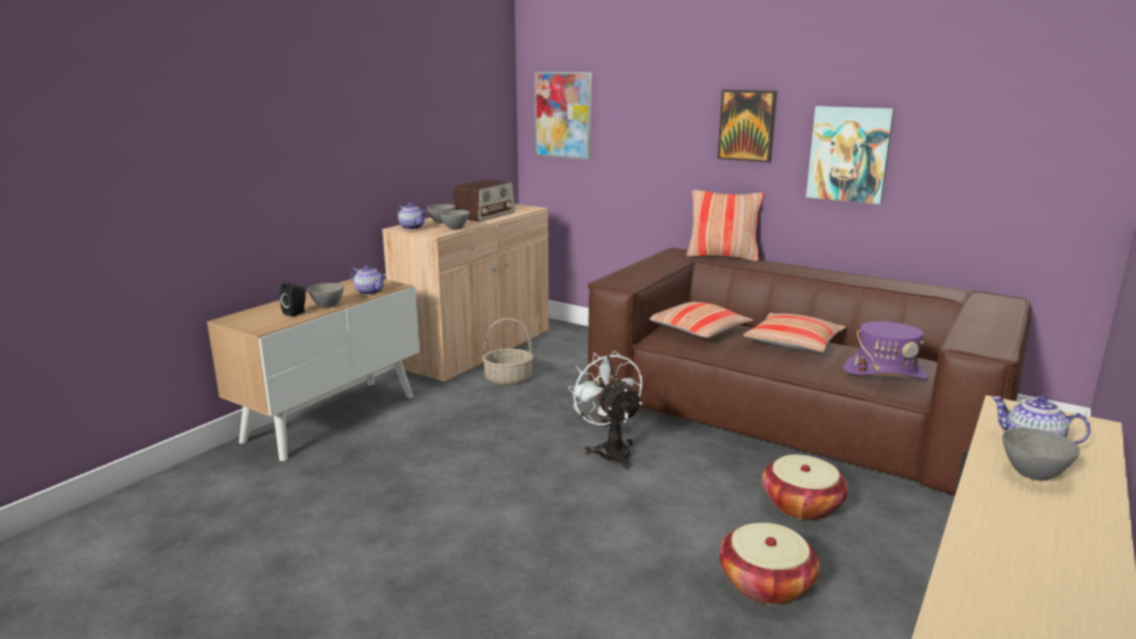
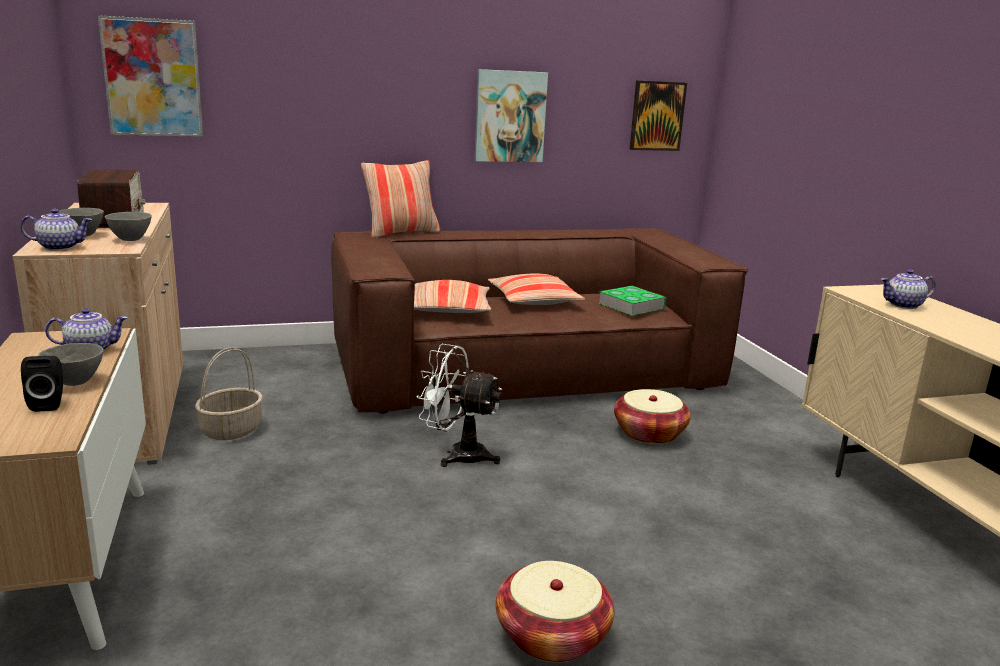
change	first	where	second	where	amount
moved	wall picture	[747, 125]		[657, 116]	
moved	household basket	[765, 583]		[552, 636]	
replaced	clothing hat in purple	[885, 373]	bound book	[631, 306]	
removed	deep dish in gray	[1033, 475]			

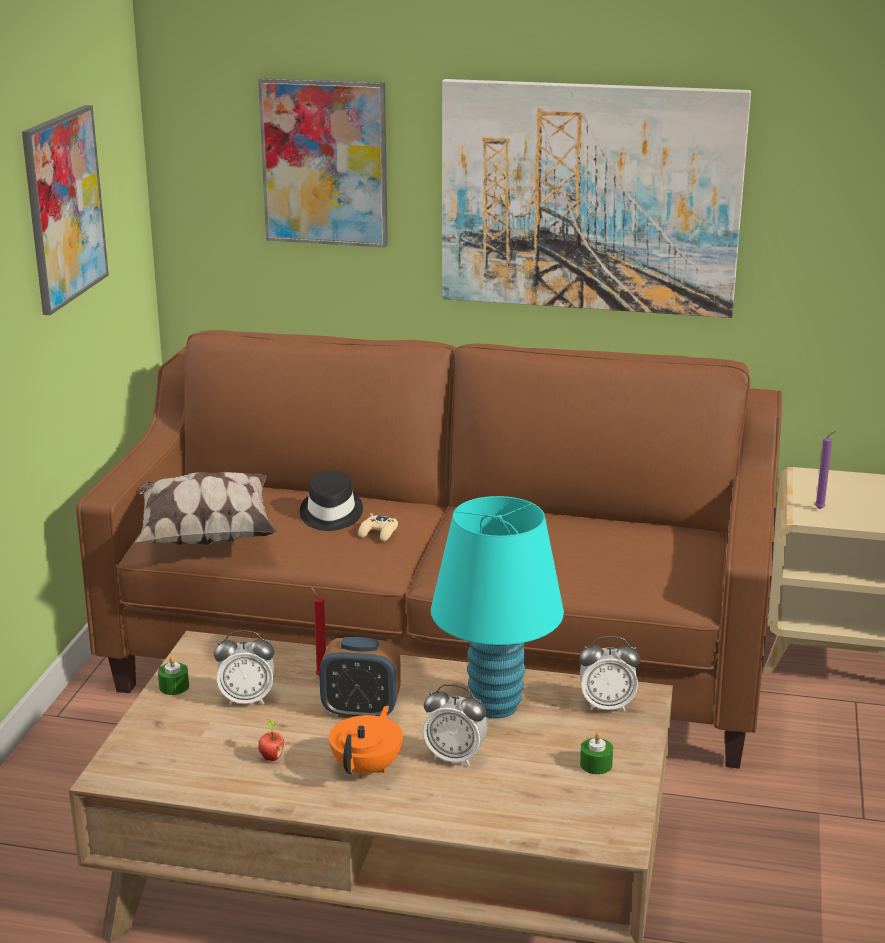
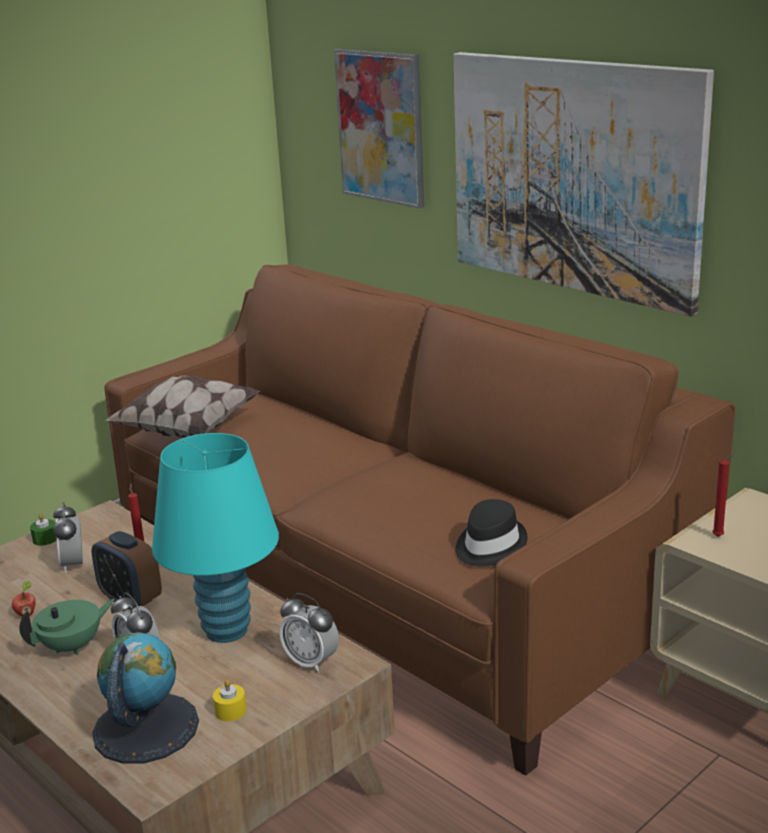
change	first	where	second	where	amount
removed	wall picture	[64, 208]			
turned	bedside clock	[247, 699]		[73, 564]	45 degrees clockwise
moved	clothing hat in blackish	[330, 514]		[489, 546]	
recoloured	pot for tea in orangey	[367, 767]	pot for tea in green-coloured	[73, 646]	
removed	gamepad in beige-coloured	[379, 533]			
recoloured	wax candle in green-coloured	[596, 765]	wax candle in yellow-coloured	[230, 711]	
recoloured	wax candle in purple	[821, 509]	wax candle in red-coloured	[719, 537]	
added			globe	[145, 727]	

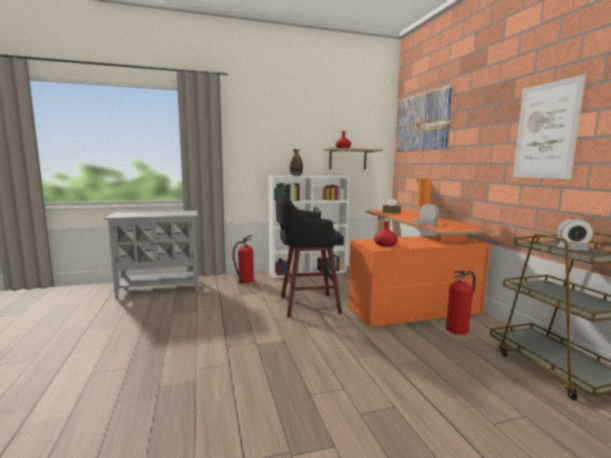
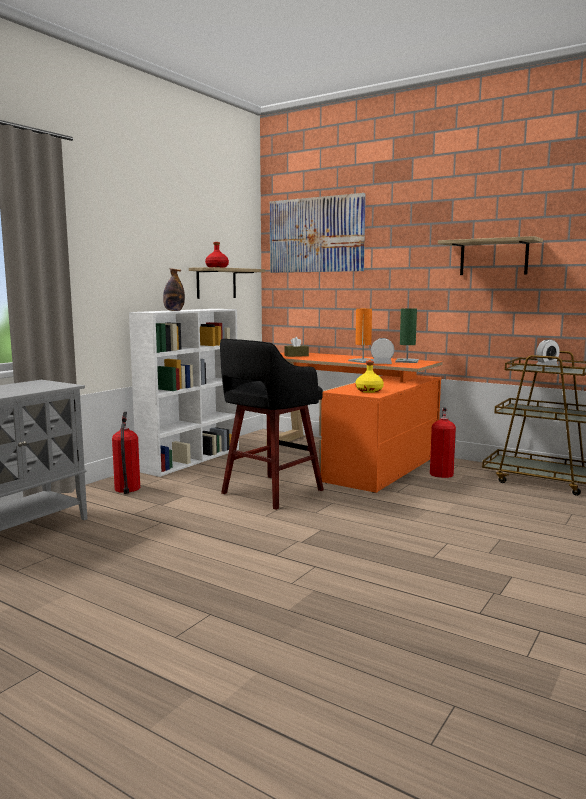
change	first	where	second	where	amount
recoloured	bottle in red-coloured	[385, 244]	bottle in yellow-coloured	[369, 391]	
replaced	wall picture	[546, 131]	bracket shelf	[493, 257]	
added			tabletop lamp in green-coloured	[407, 361]	

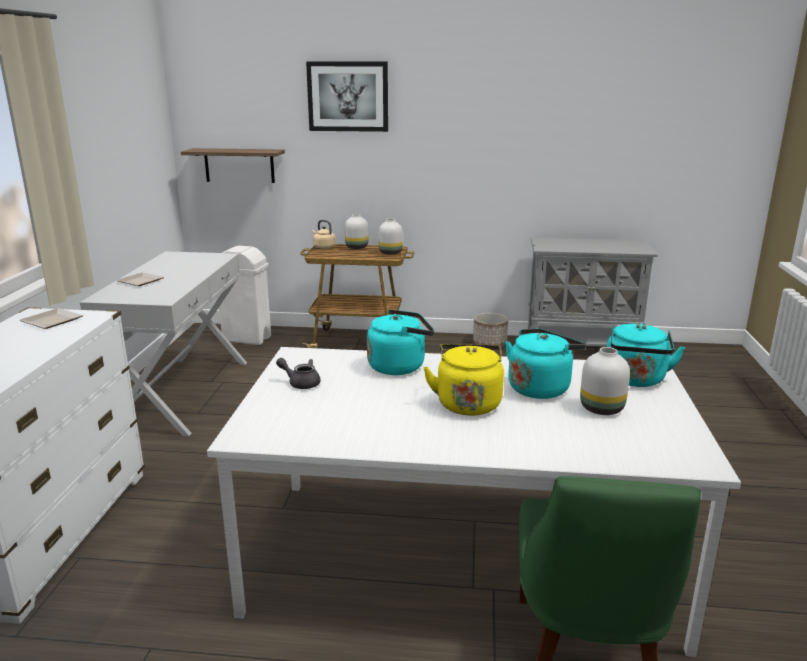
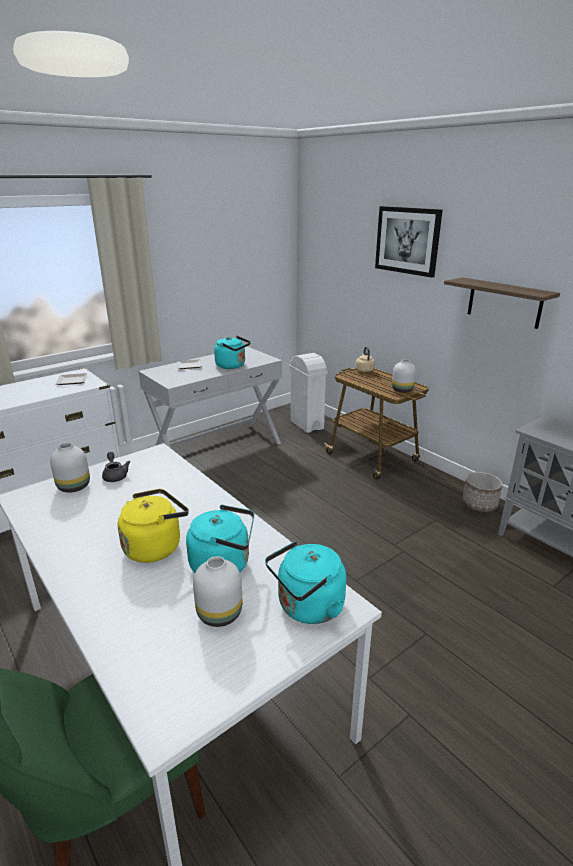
change	first	where	second	where	amount
moved	bracket shelf	[239, 165]		[504, 302]	
moved	flower vase in white-coloured	[356, 247]		[74, 486]	
moved	tea kettle in turquoise-coloured	[400, 366]		[232, 366]	

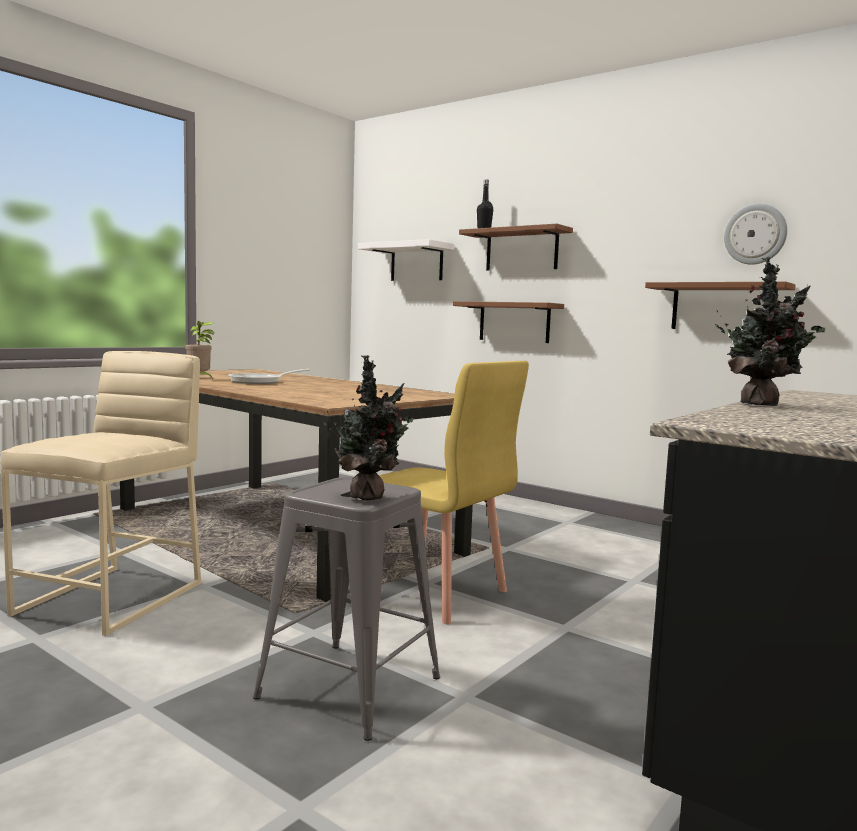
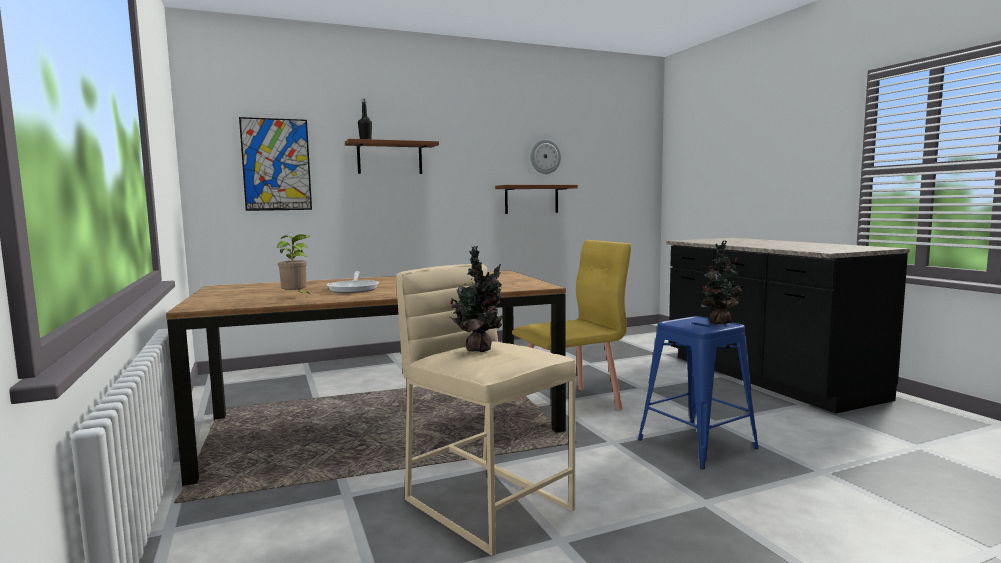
change	first	where	second	where	amount
recoloured	stool seat in gray	[349, 687]	stool seat in bluish	[696, 444]	
replaced	bracket shelf in white-coloured	[416, 263]	wall picture	[276, 164]	
removed	bracket shelf in brown-coloured	[514, 322]			
moved	houseplant	[761, 405]		[479, 349]	

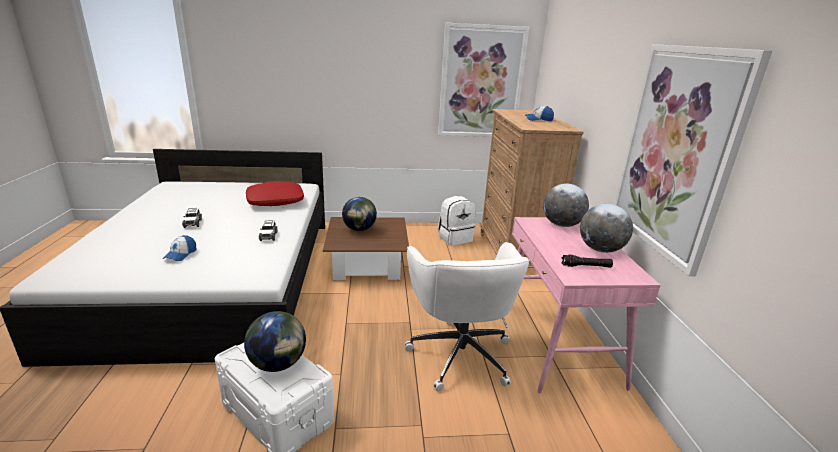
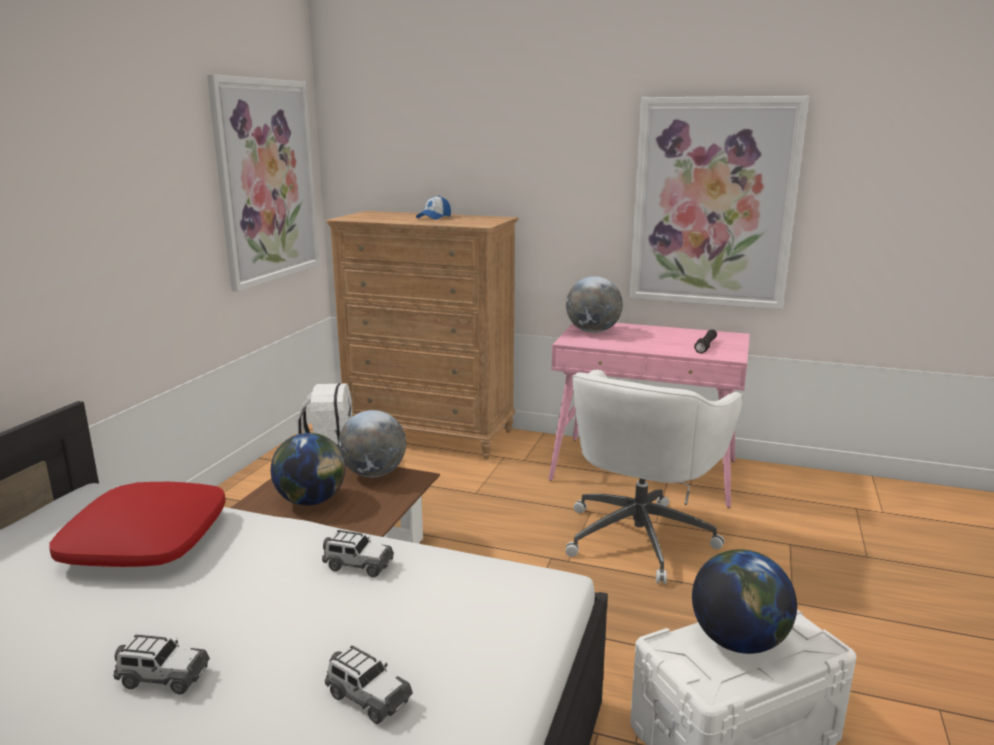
change	first	where	second	where	amount
replaced	baseball cap	[180, 254]	toy car	[367, 697]	
turned	desk chair in white-coloured	[460, 352]		[640, 535]	105 degrees clockwise
moved	globe	[600, 249]		[374, 474]	

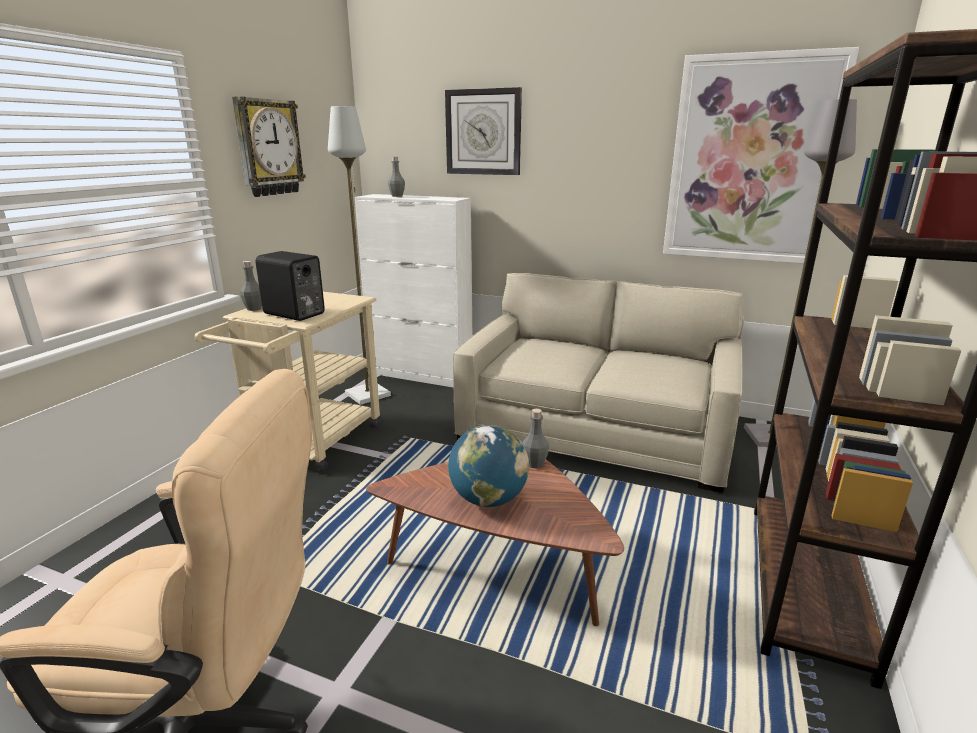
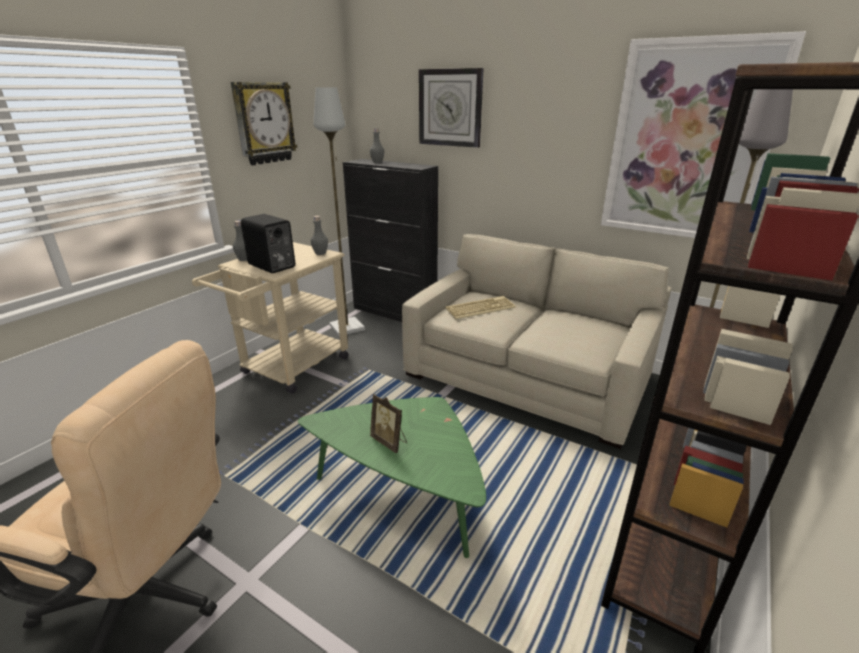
change	first	where	second	where	amount
recoloured	storage cabinet in white-coloured	[421, 375]	storage cabinet in blackish	[395, 313]	
recoloured	low table in brown-coloured	[499, 567]	low table in green-coloured	[403, 494]	
replaced	globe	[488, 499]	photo frame	[389, 441]	
moved	bottle in gray	[534, 464]		[320, 253]	
added			computer keyboard	[480, 308]	

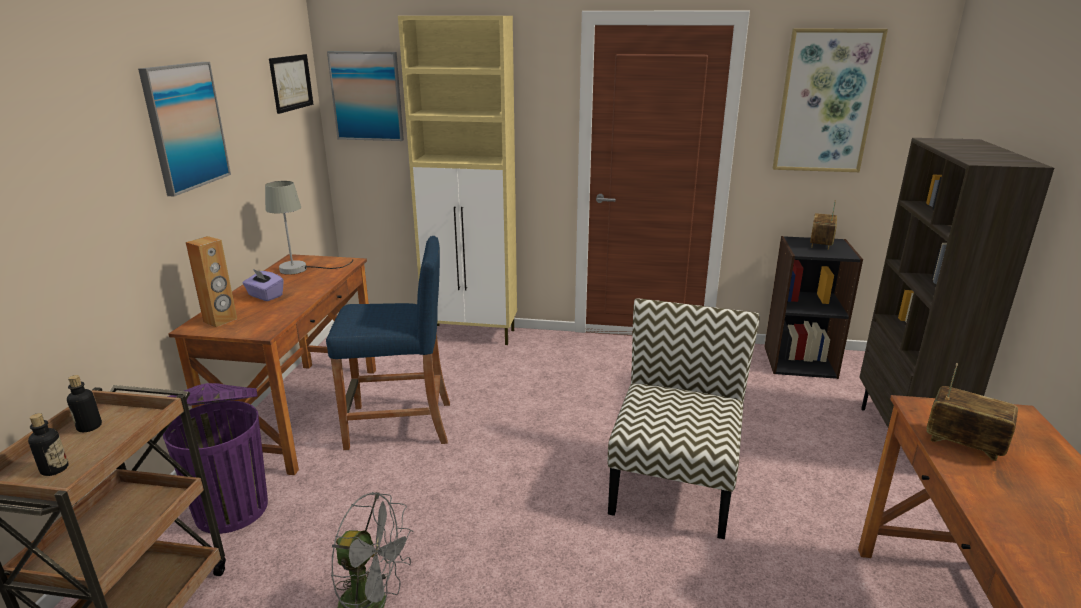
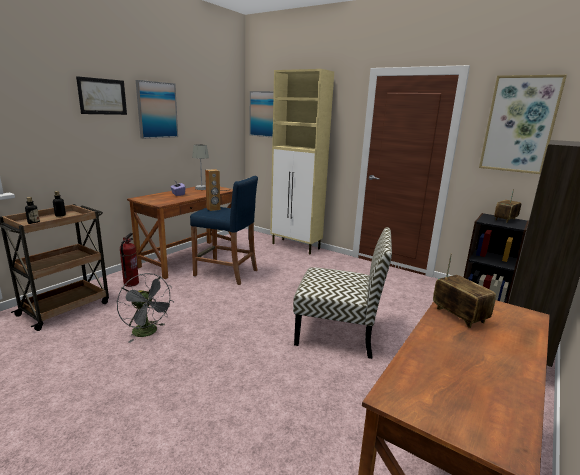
change	first	where	second	where	amount
replaced	trash can in purple	[232, 508]	extinguisher	[131, 283]	
moved	audio speaker in brown-coloured	[220, 320]		[213, 209]	
moved	wall picture	[291, 83]		[102, 96]	
turned	chair	[673, 484]		[338, 333]	60 degrees clockwise

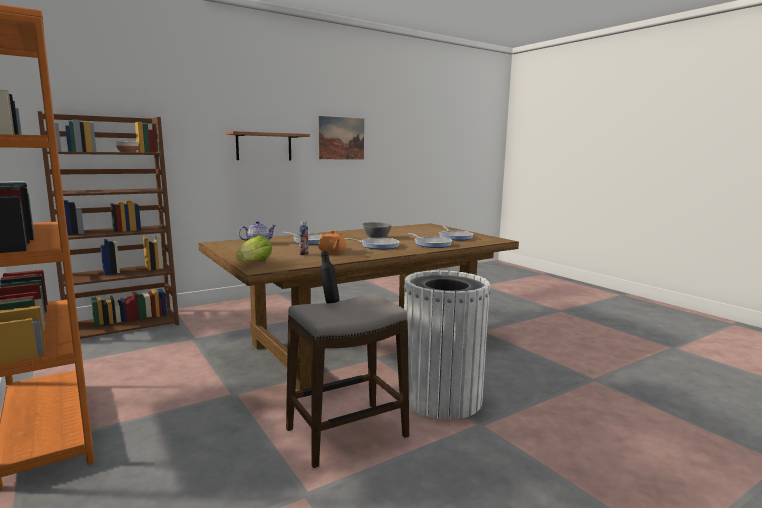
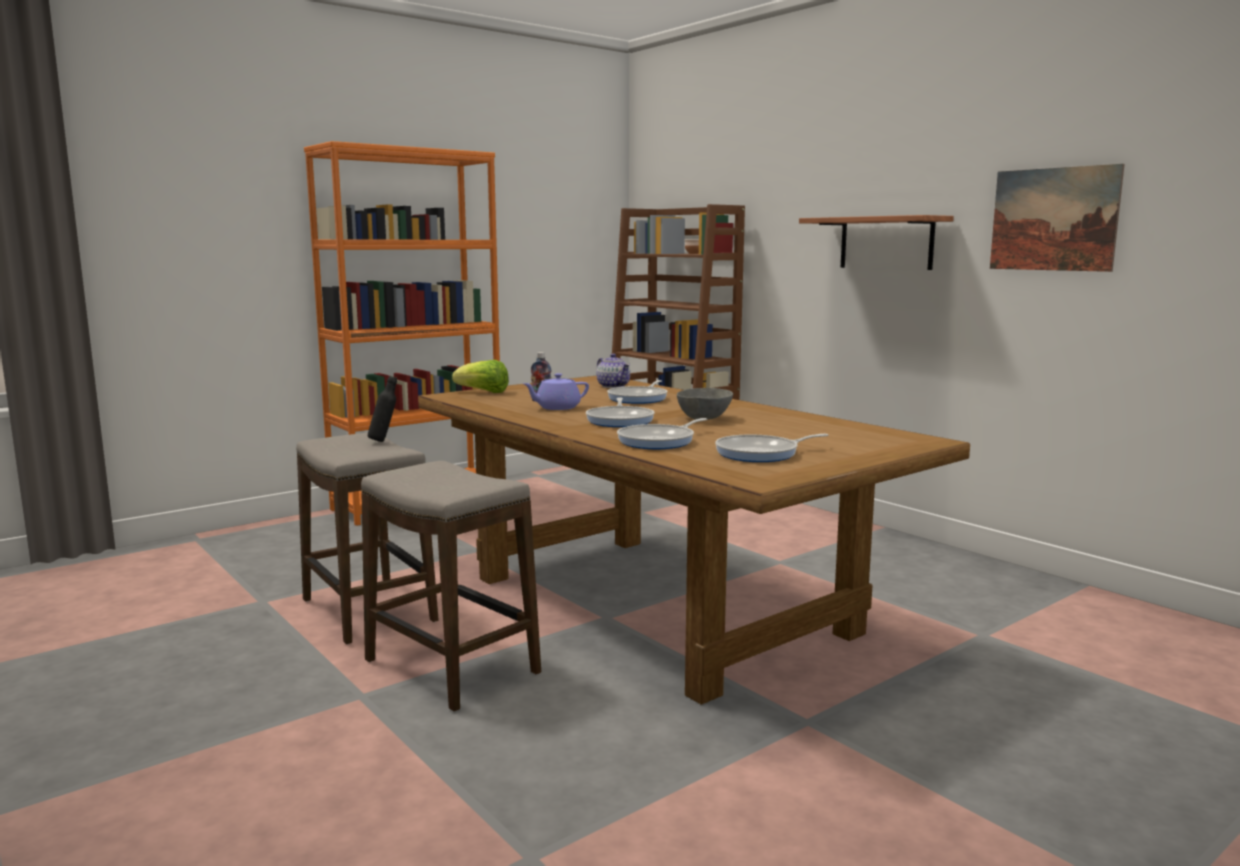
change	first	where	second	where	amount
recoloured	pot for tea in orangey	[332, 252]	pot for tea in purple	[557, 408]	
replaced	trash can in white-coloured	[441, 398]	stool seat	[451, 667]	

